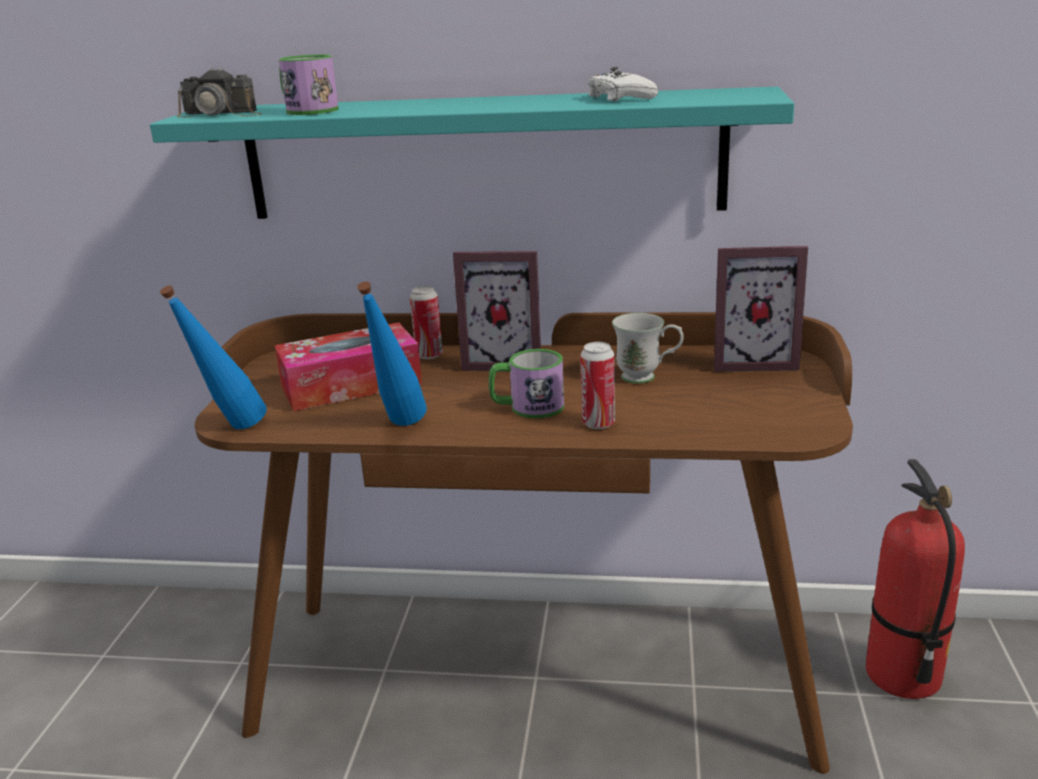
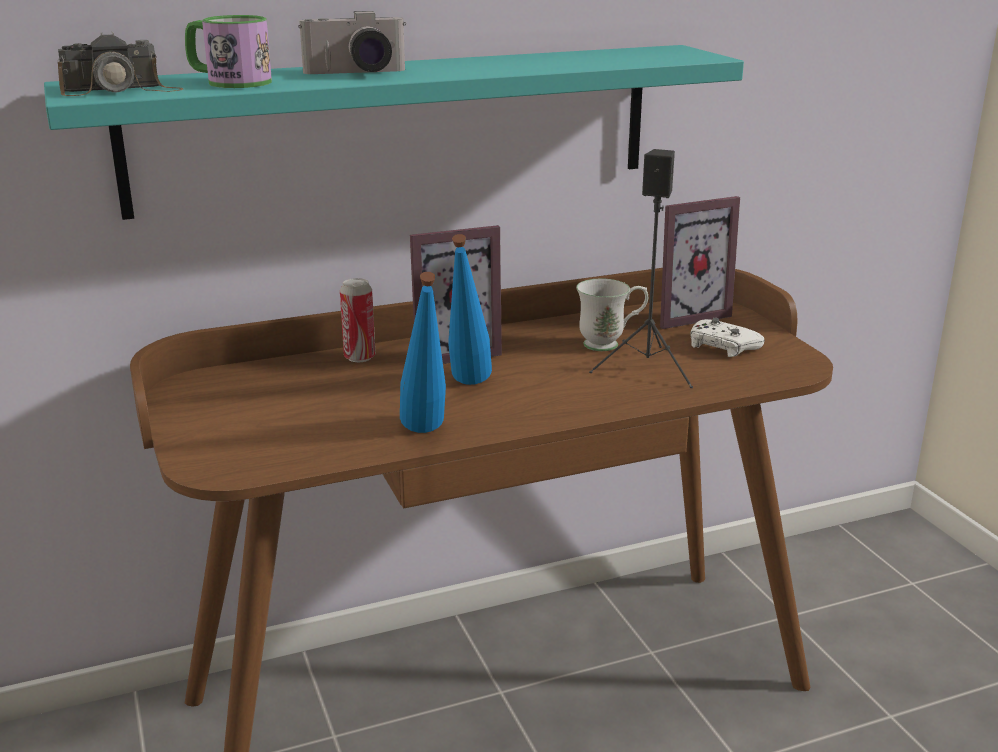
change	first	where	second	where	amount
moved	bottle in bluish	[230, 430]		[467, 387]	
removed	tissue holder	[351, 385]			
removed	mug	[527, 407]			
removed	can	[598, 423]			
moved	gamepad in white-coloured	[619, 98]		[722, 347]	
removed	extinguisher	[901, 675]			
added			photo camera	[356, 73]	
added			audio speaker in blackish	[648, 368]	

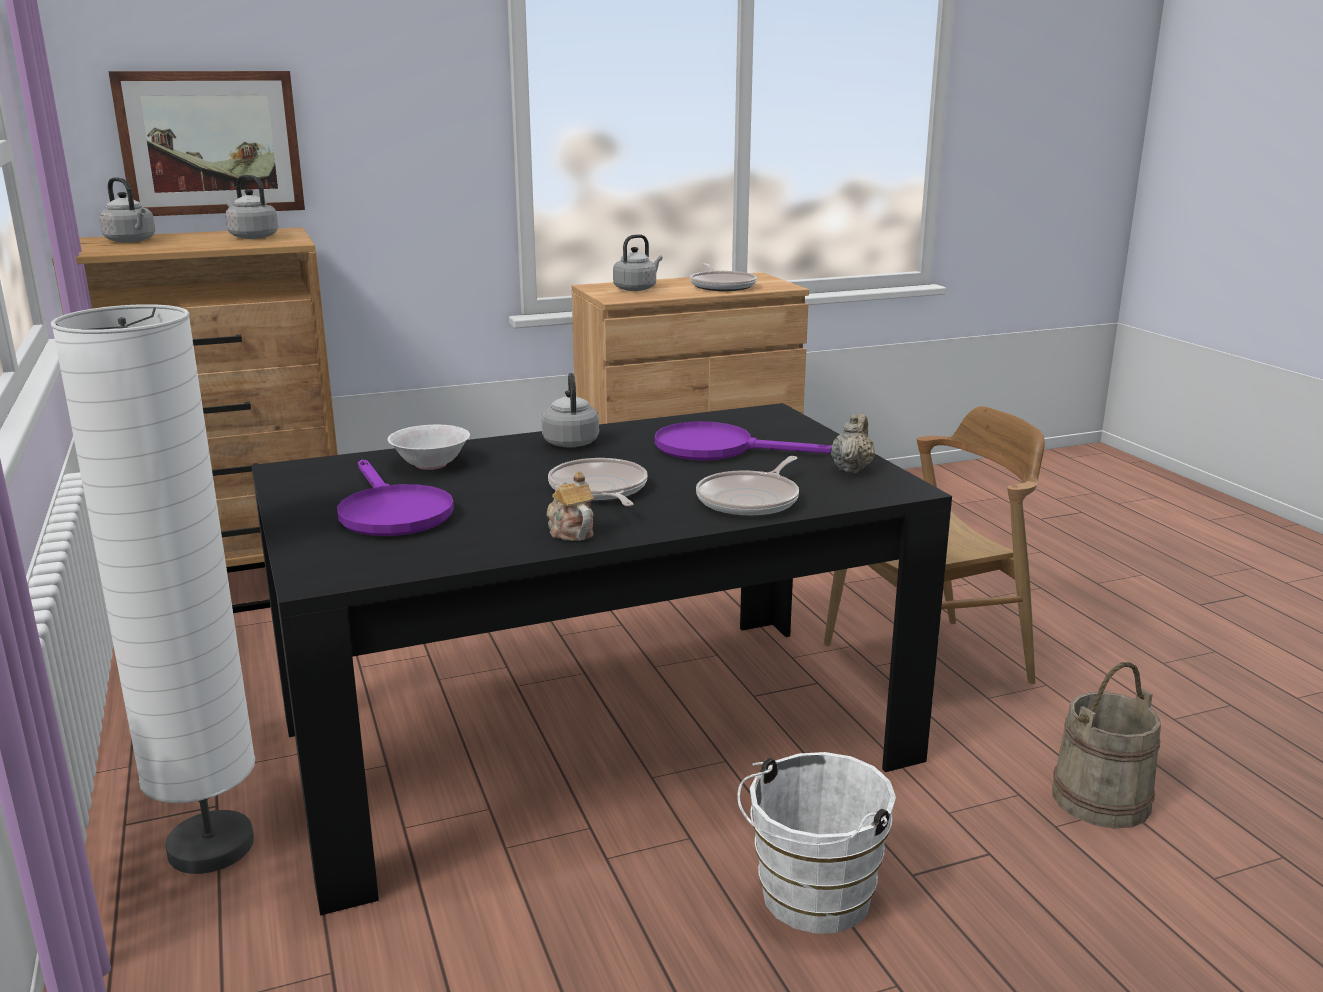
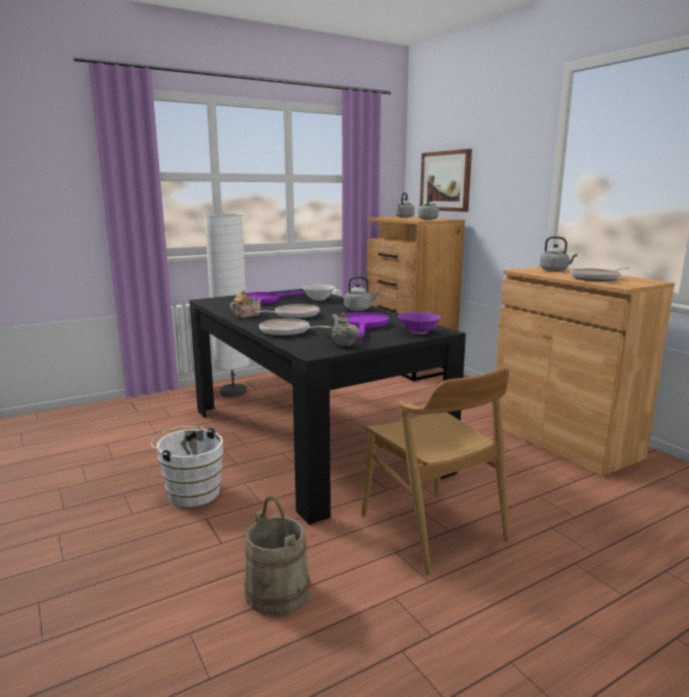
change	first	where	second	where	amount
turned	pot for tea in beige-coloured	[852, 469]		[343, 344]	135 degrees counterclockwise
added			deep dish in purple	[419, 332]	

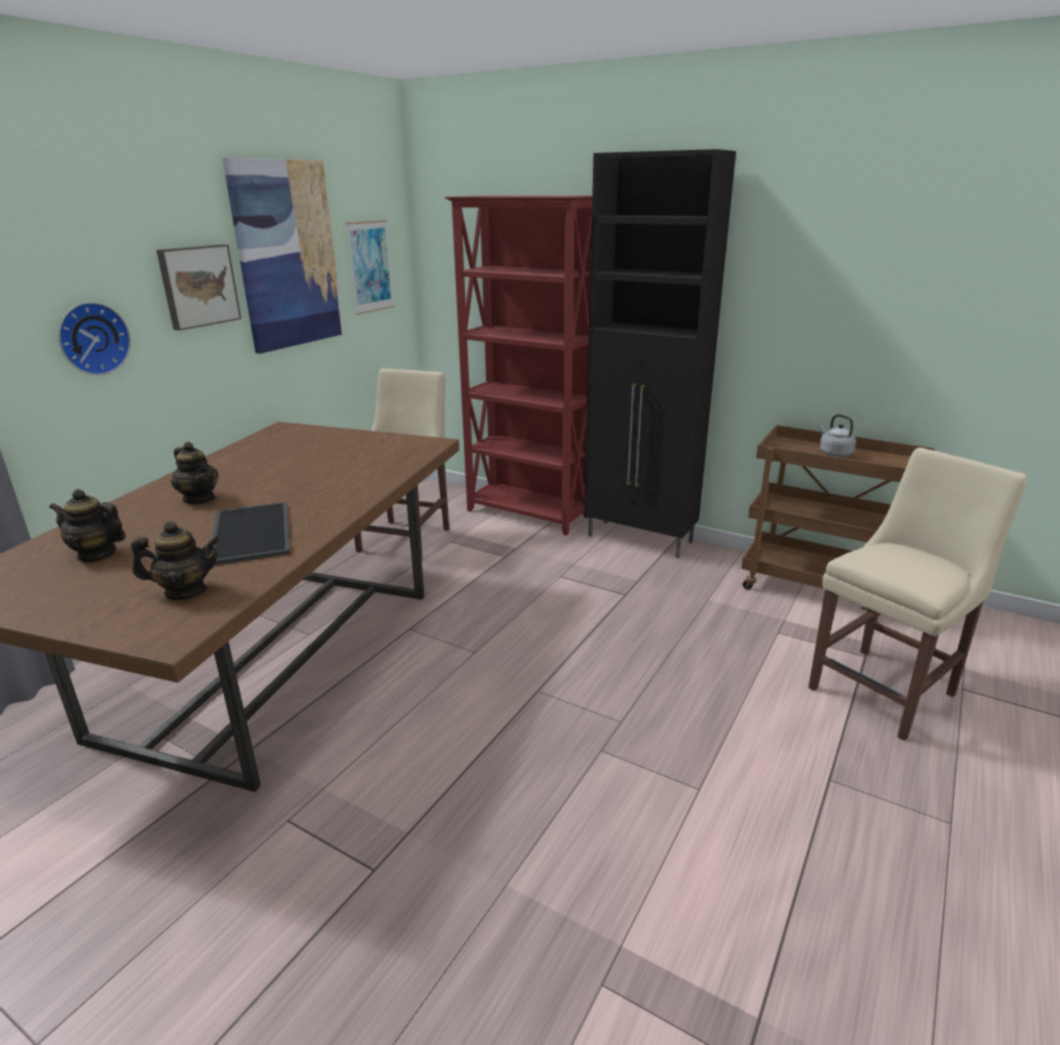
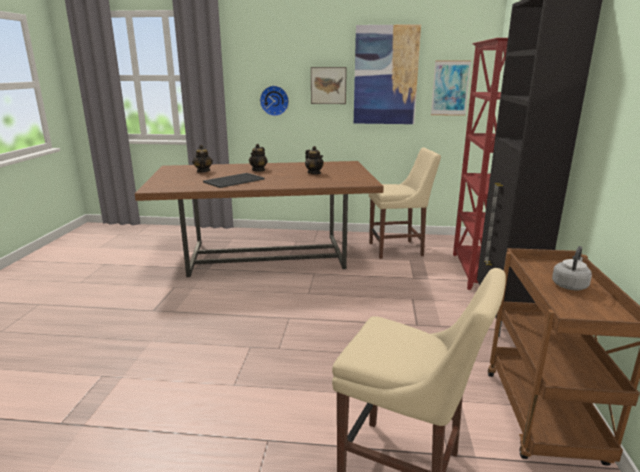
change	first	where	second	where	amount
moved	pot for tea	[186, 591]		[314, 173]	

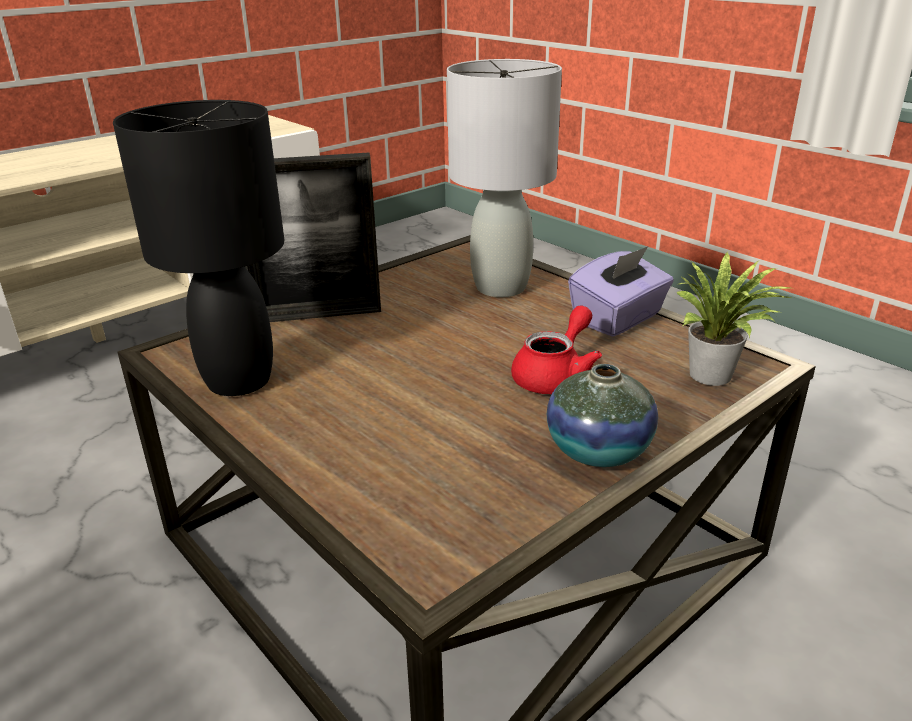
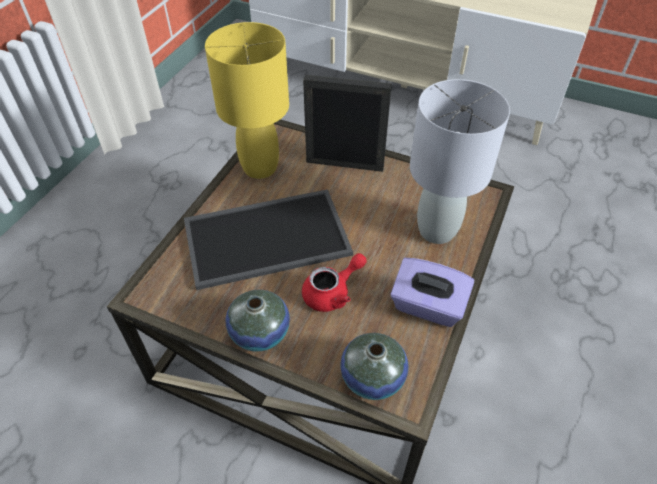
change	first	where	second	where	amount
recoloured	tabletop lamp in blackish	[240, 380]	tabletop lamp in yellow-coloured	[260, 168]	
turned	photo frame	[317, 315]		[344, 164]	135 degrees clockwise
turned	pot for tea in red-coloured	[555, 376]		[332, 293]	45 degrees counterclockwise
replaced	houseplant	[715, 377]	flower vase	[372, 377]	
added			serving tray	[267, 235]	

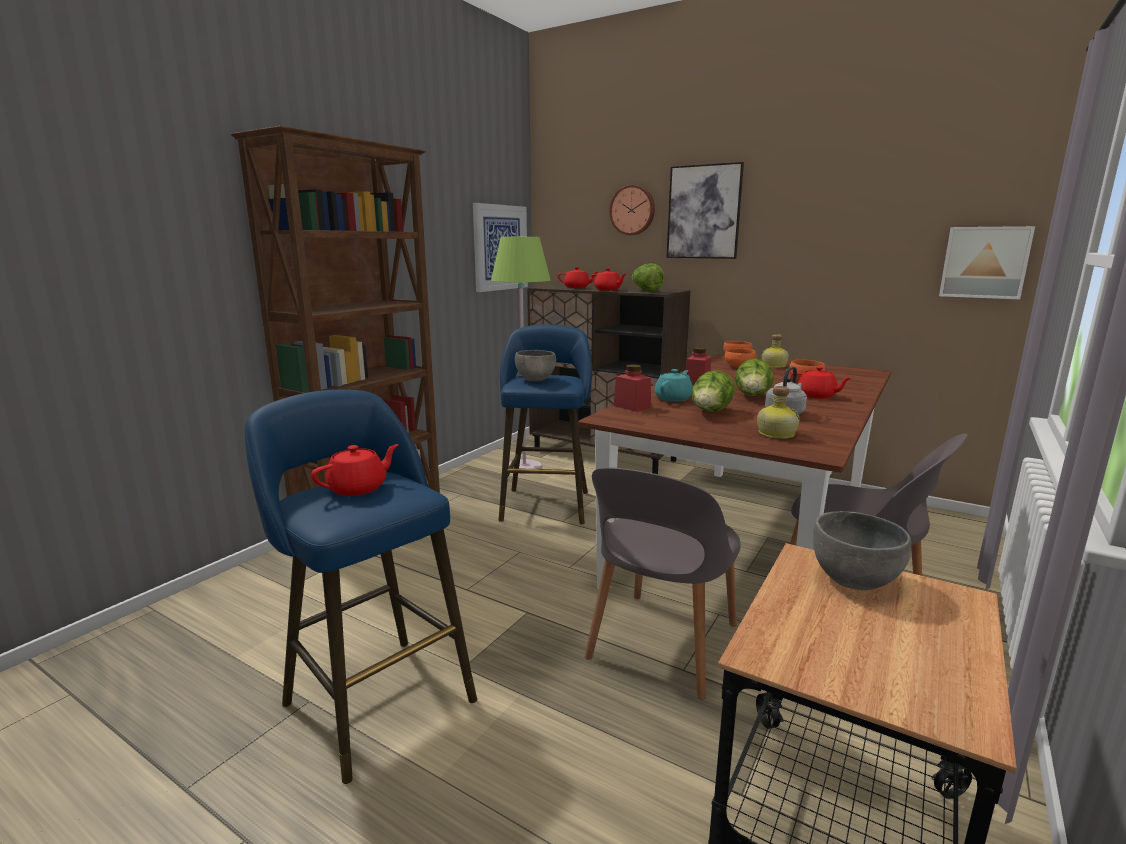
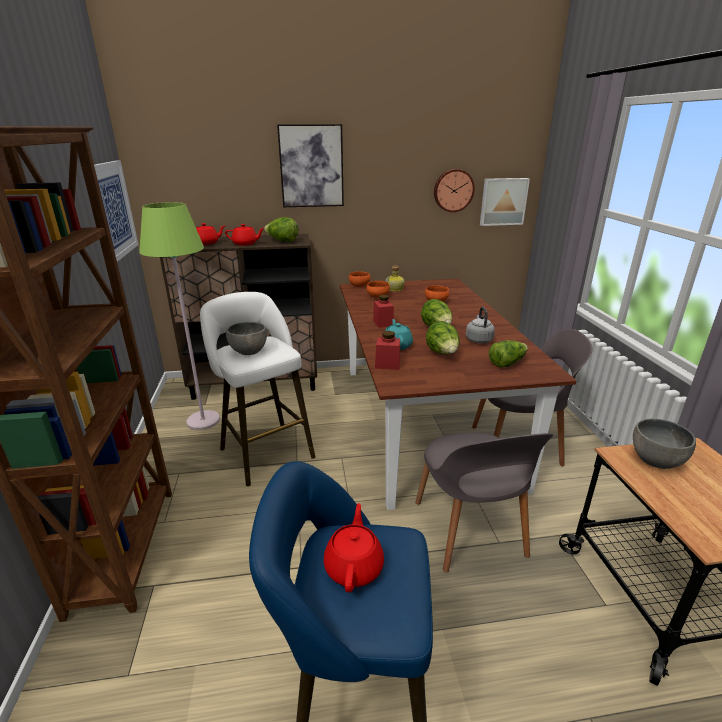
change	first	where	second	where	amount
recoloured	stool seat in bluish	[546, 503]	stool seat in white-coloured	[264, 450]	
moved	clock on the wall	[633, 210]		[453, 190]	
replaced	bottle	[775, 434]	head of lettuce	[507, 363]	
removed	pot for tea in red-coloured	[817, 396]			

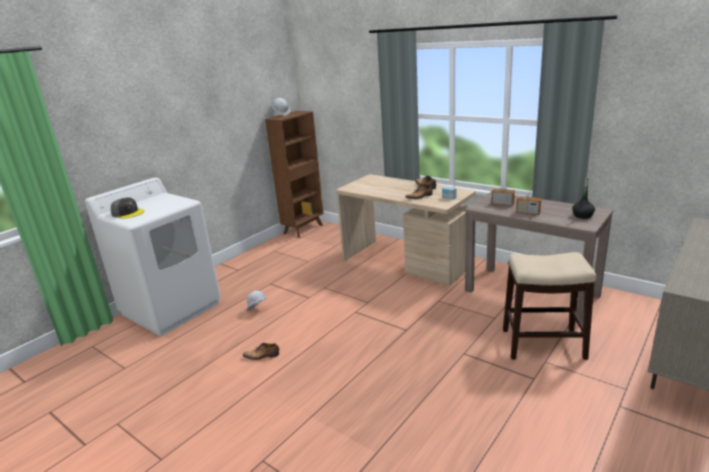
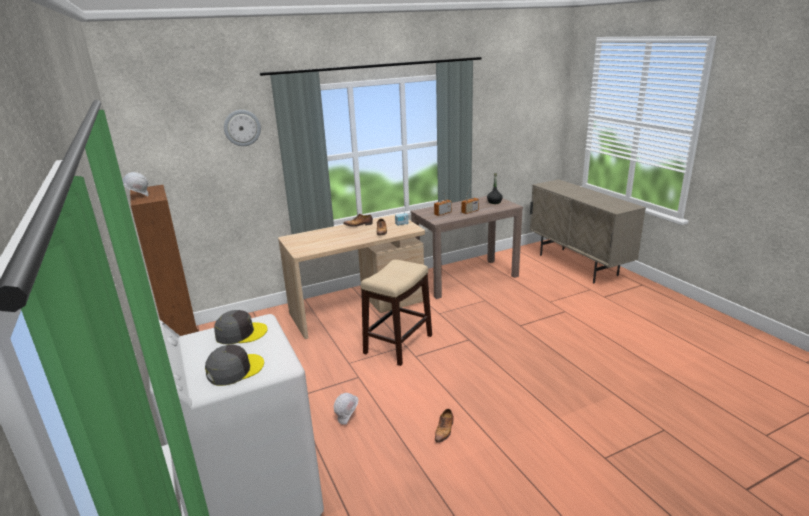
change	first	where	second	where	amount
moved	stool seat	[542, 344]		[398, 344]	
added			baseball cap in gray	[240, 333]	
added			clock on the wall	[242, 128]	

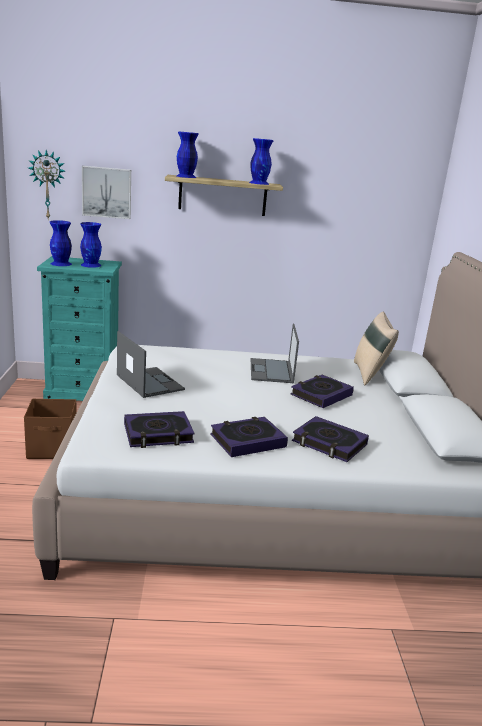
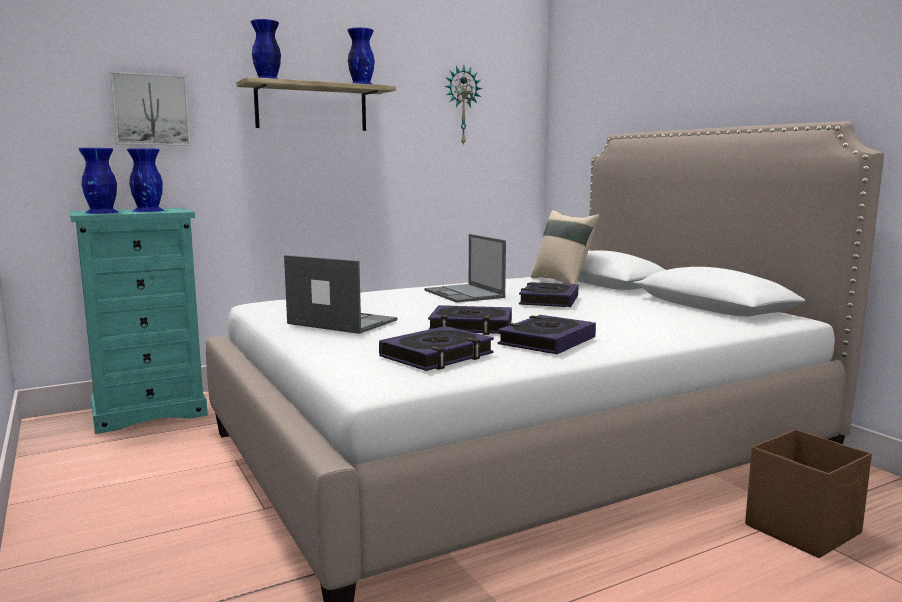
change	first	where	second	where	amount
moved	storage bin in brown-coloured	[53, 449]		[804, 529]	
moved	clock on the wall	[48, 185]		[461, 105]	
moved	bound book	[329, 443]		[471, 327]	

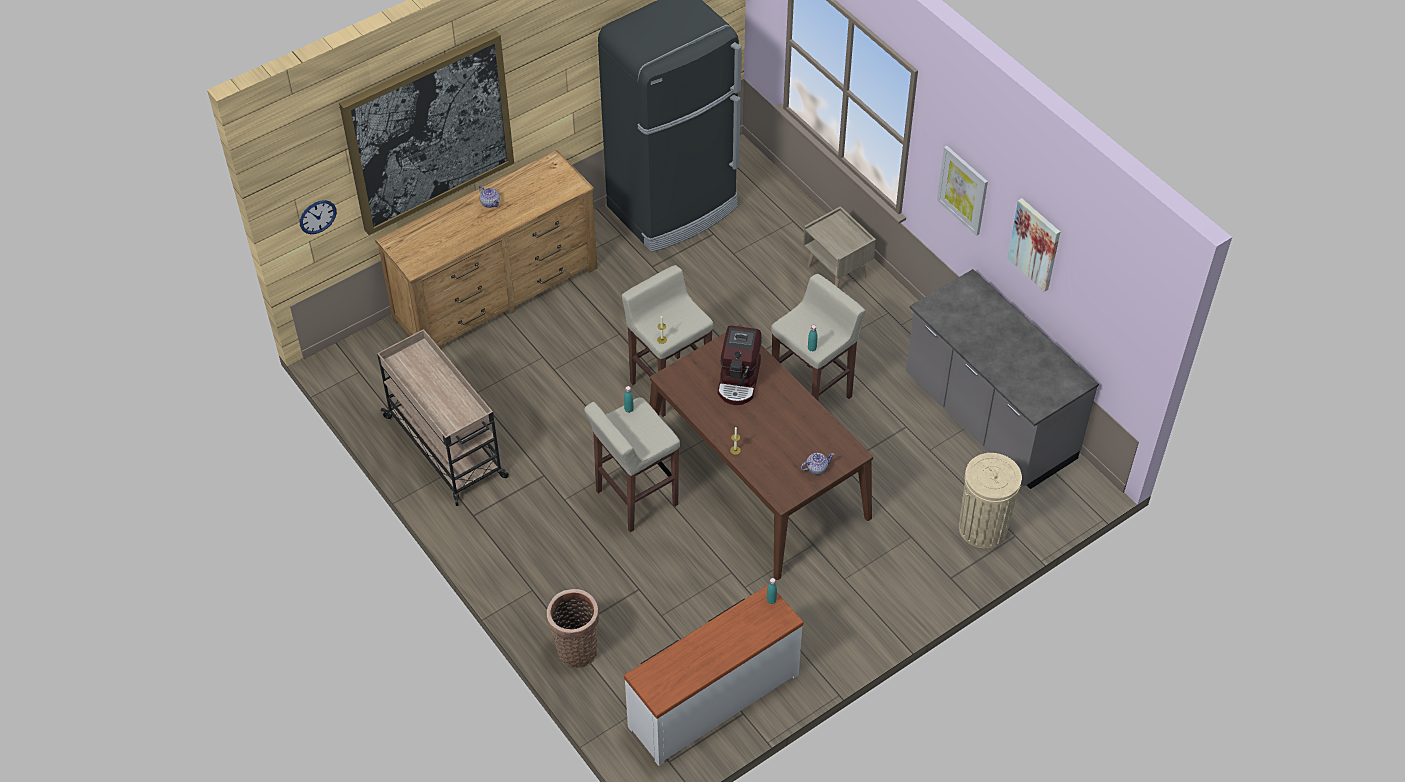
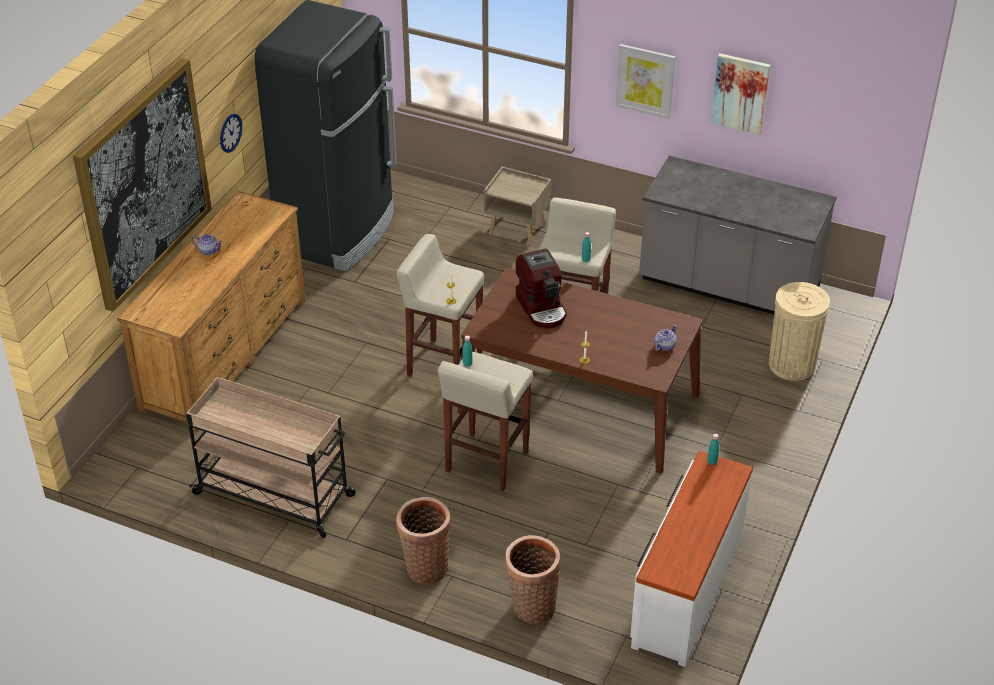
change	first	where	second	where	amount
moved	clock on the wall	[317, 216]		[230, 133]	
added			household basket	[425, 566]	

